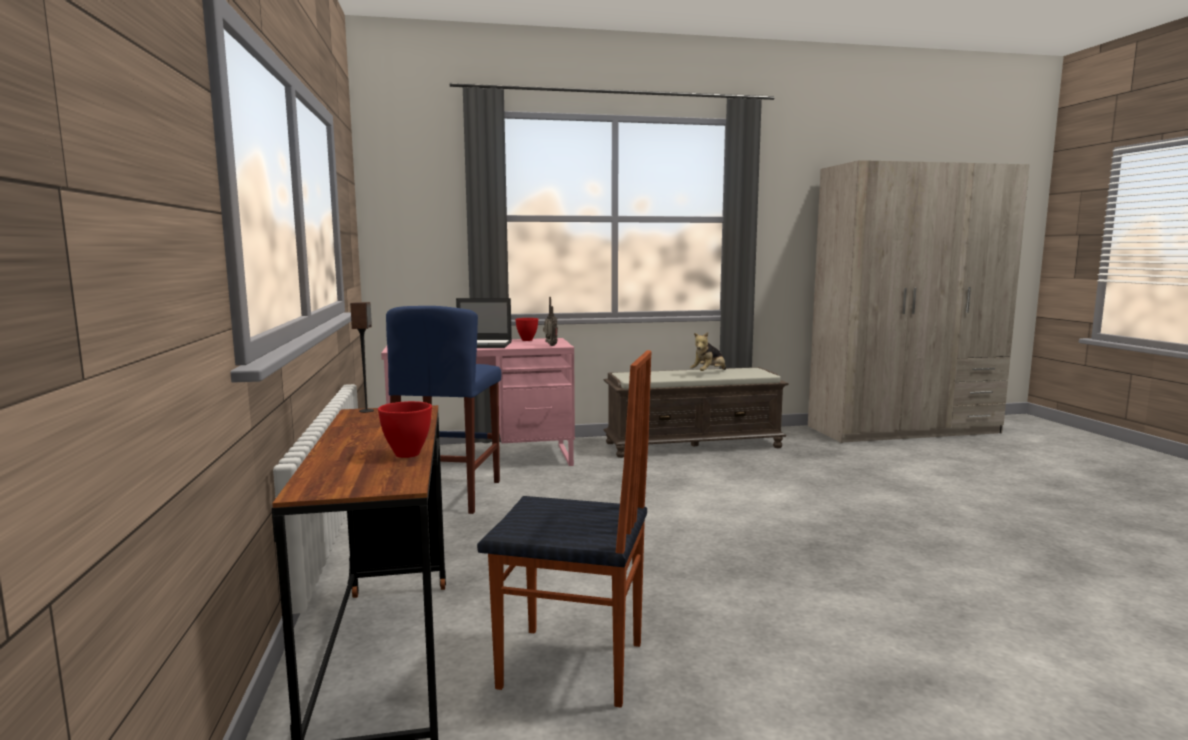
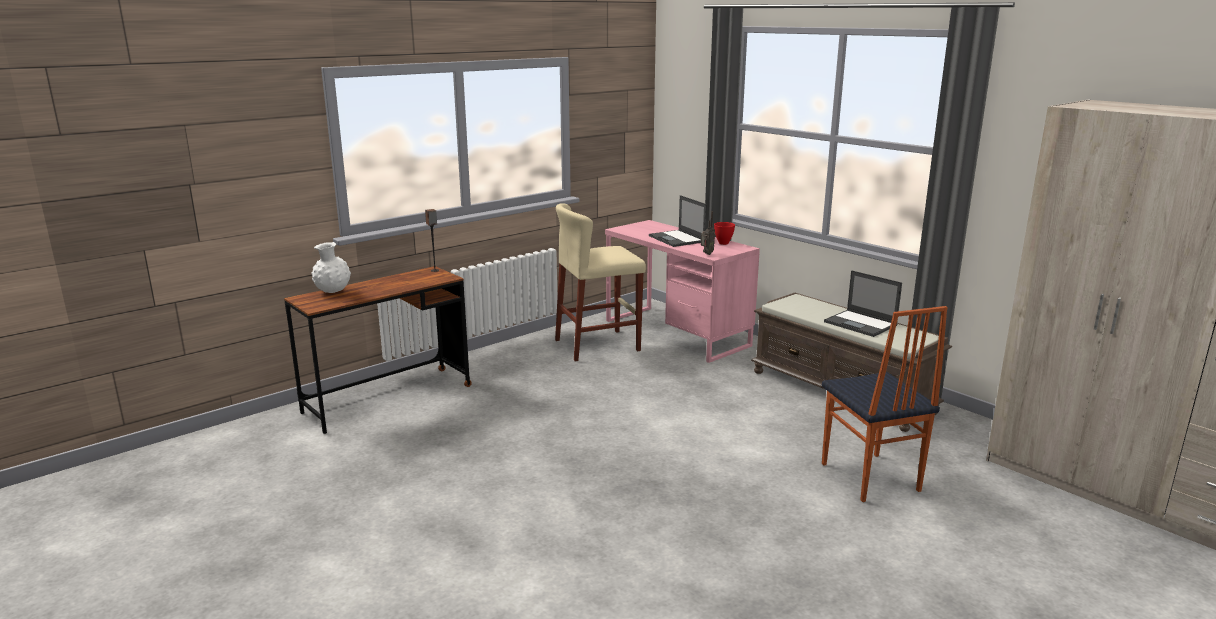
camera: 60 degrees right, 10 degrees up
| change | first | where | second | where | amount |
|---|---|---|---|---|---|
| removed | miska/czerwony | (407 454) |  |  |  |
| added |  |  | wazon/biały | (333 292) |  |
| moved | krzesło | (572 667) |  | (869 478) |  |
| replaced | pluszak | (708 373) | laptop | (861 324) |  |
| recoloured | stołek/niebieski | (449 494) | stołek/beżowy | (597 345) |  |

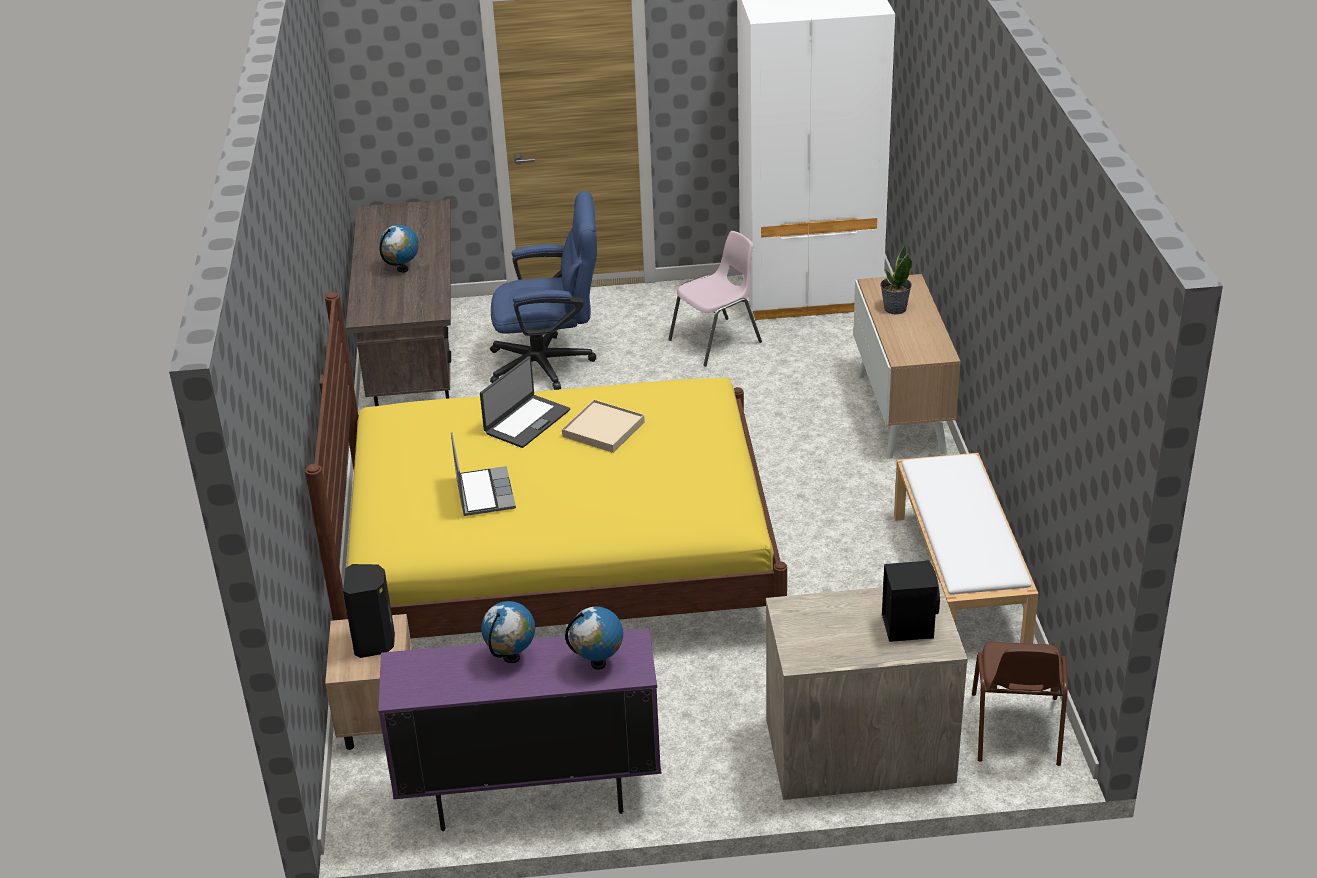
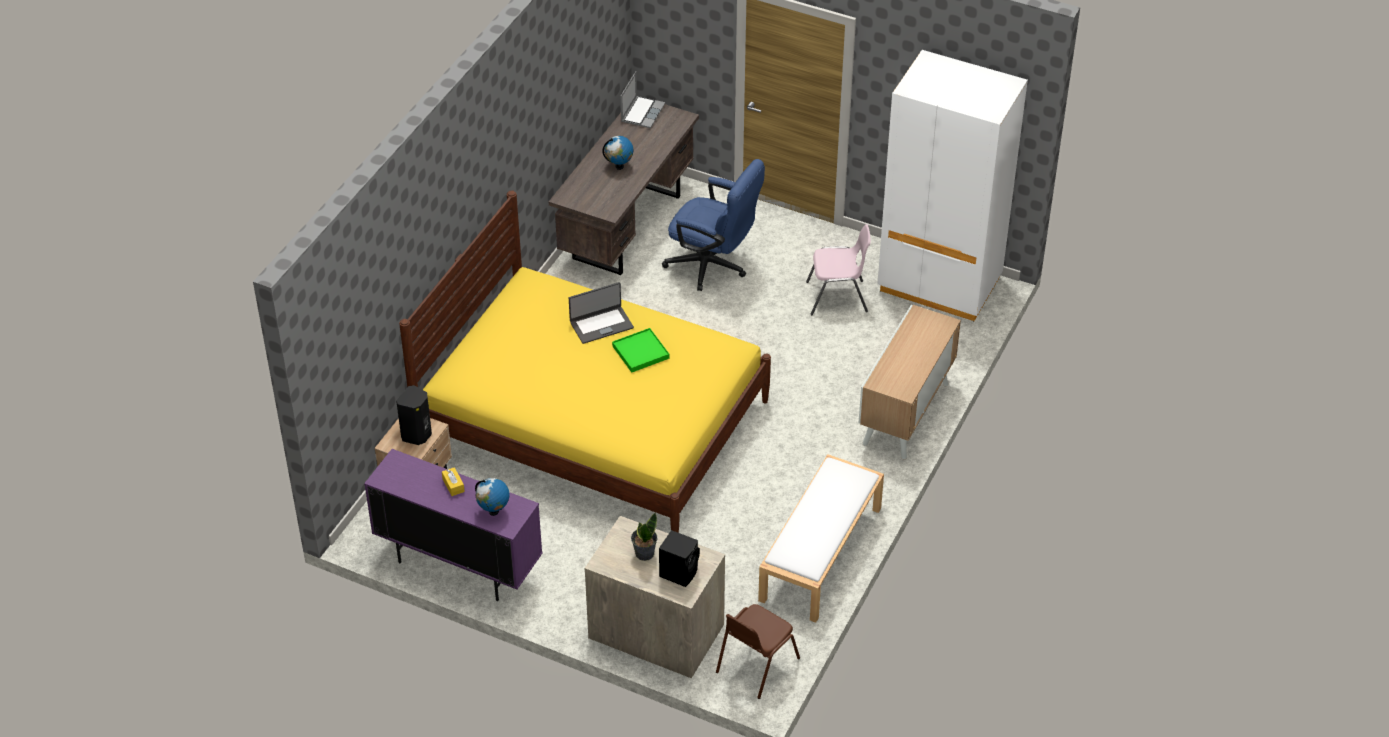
camera: 30 degrees right, 10 degrees up
| change | first | where | second | where | amount |
|---|---|---|---|---|---|
| moved | laptop | (483 493) |  | (642 113) |  |
| moved | roślina doniczkowa | (894 308) |  | (644 553) |  |
| replaced | globus | (511 658) | pudełko chusteczek/żółty | (453 485) |  |
| recoloured | taca/beżowy | (603 429) | taca/zielony | (640 352) |  |

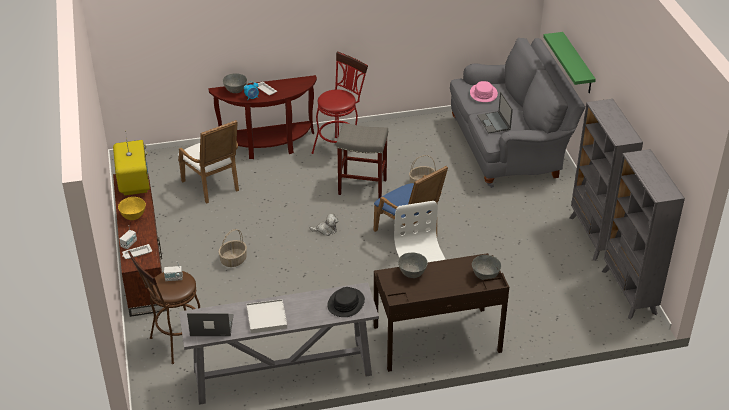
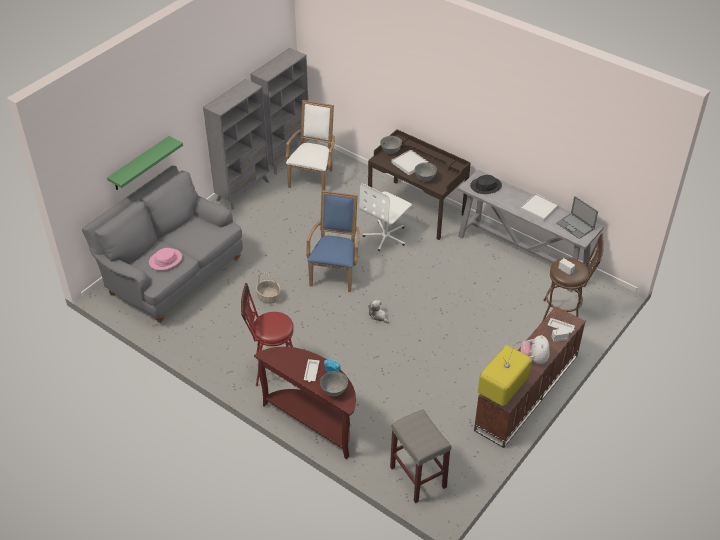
camera: 130 degrees left, 5 degrees up
| change | first | where | second | where | amount |
|---|---|---|---|---|---|
| removed | koszyk | (233 260) |  |  |  |
| removed | laptop | (494 122) |  |  |  |
| added |  |  | taca/biały | (409 163) |  |
| moved | fotel/biały | (213 187) |  | (313 177) |  |
| moved | stołek/szary | (363 187) |  | (417 477) |  |
| replaced | miska/żółty | (133 217) | pluszak | (534 359) |  |

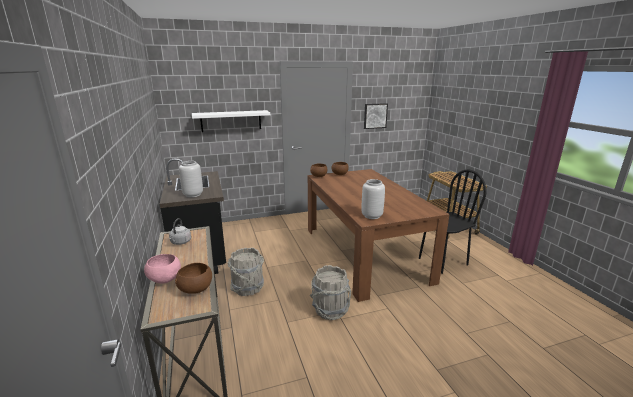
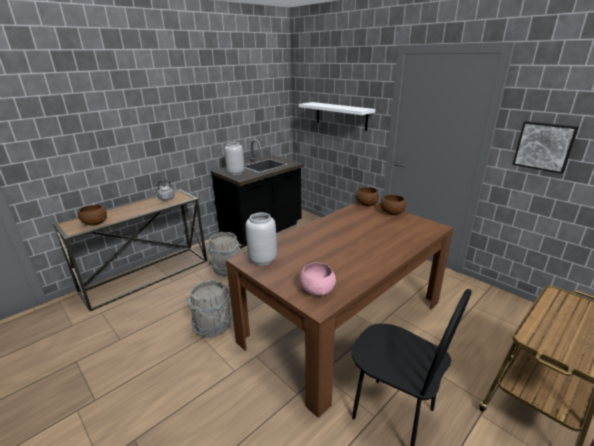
camera: 65 degrees right, 5 degrees up
| change | first | where | second | where | amount |
|---|---|---|---|---|---|
| moved | miska/różowy | (164 279) |  | (317 290) |  |

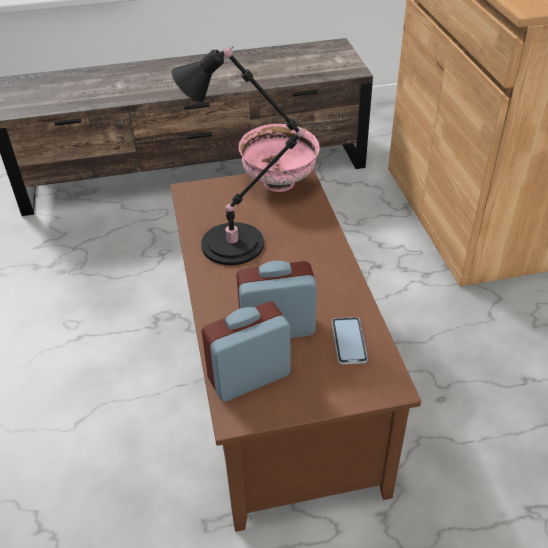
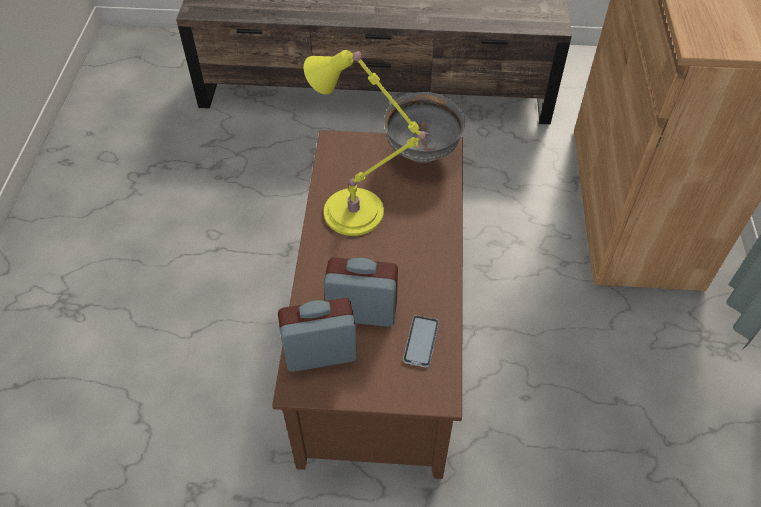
camera: 15 degrees right, 10 degrees up
| change | first | where | second | where | amount |
|---|---|---|---|---|---|
| recoloured | lampa stołowa/czarny | (238 244) | lampa stołowa/żółty | (359 213) |  |
| recoloured | miska/różowy | (280 184) | miska/szary | (423 153) |  |

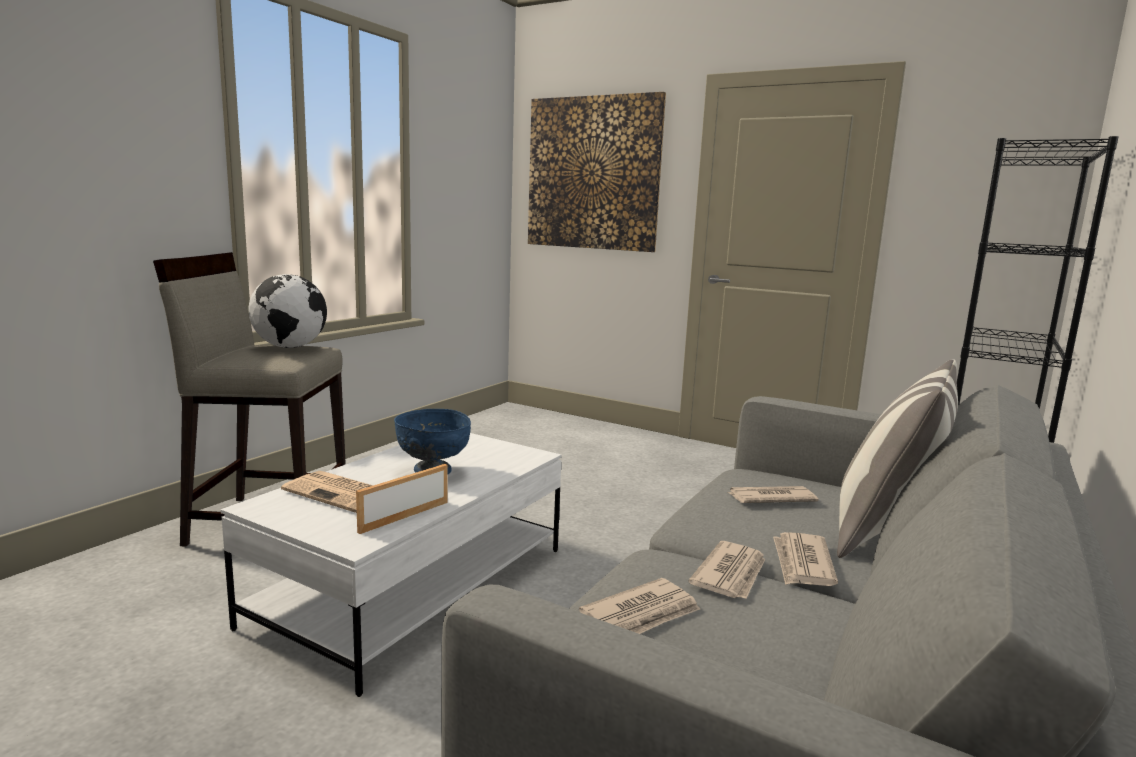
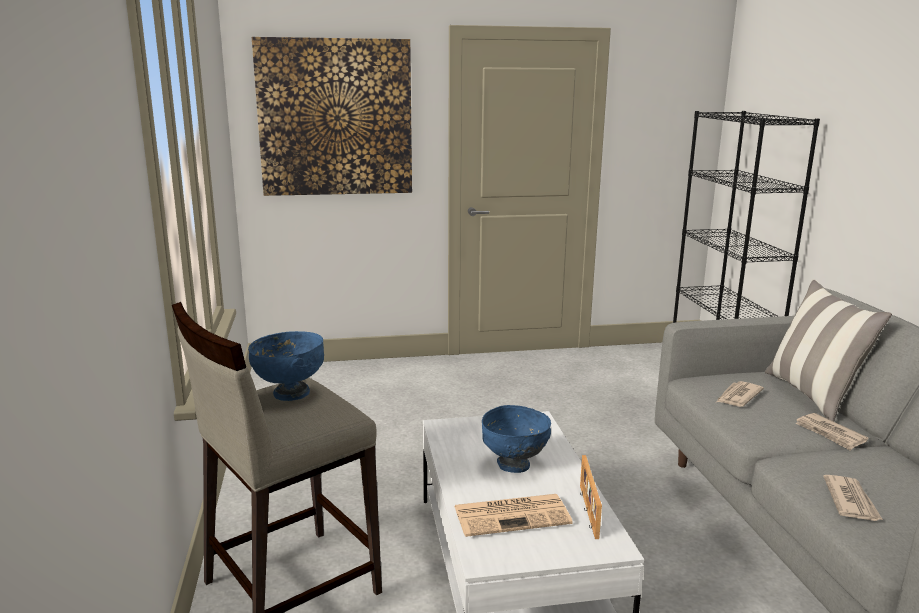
camera: 40 degrees left, 5 degrees up
| change | first | where | second | where | amount |
|---|---|---|---|---|---|
| removed | gazeta | (731 574) |  |  |  |
| replaced | globus | (290 347) | miska/niebieski | (290 393) |  |

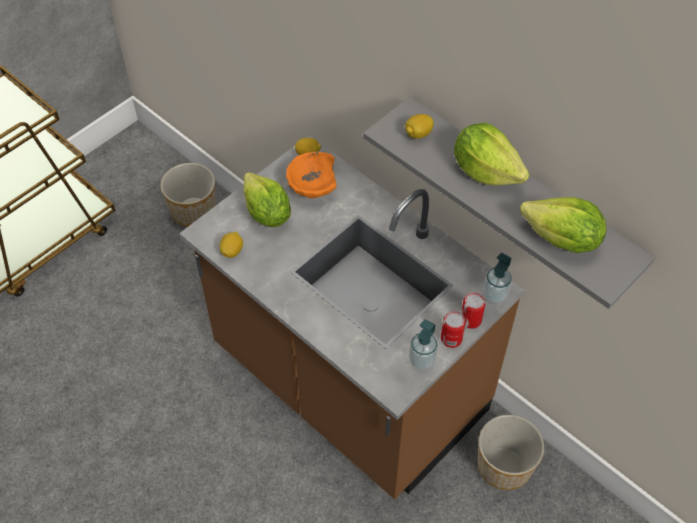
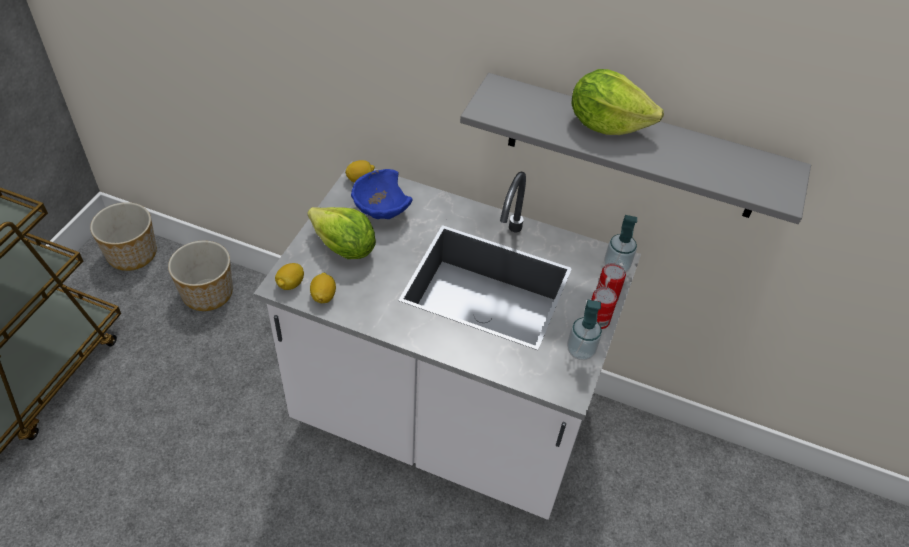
camera: 25 degrees left, 5 degrees down
| change | first | where | second | where | amount |
|---|---|---|---|---|---|
| removed | sałata | (562 240) |  |  |  |
| moved | cytryna | (418 134) |  | (290 284) |  |
| moved | donica | (505 465) |  | (133 253) |  |
| recoloured | zabudowa kuchenna/brązowy | (348 383) | zabudowa kuchenna/biały | (442 419) |  |
| recoloured | miska/pomarańczowy | (312 188) | miska/niebieski | (380 211) |  |

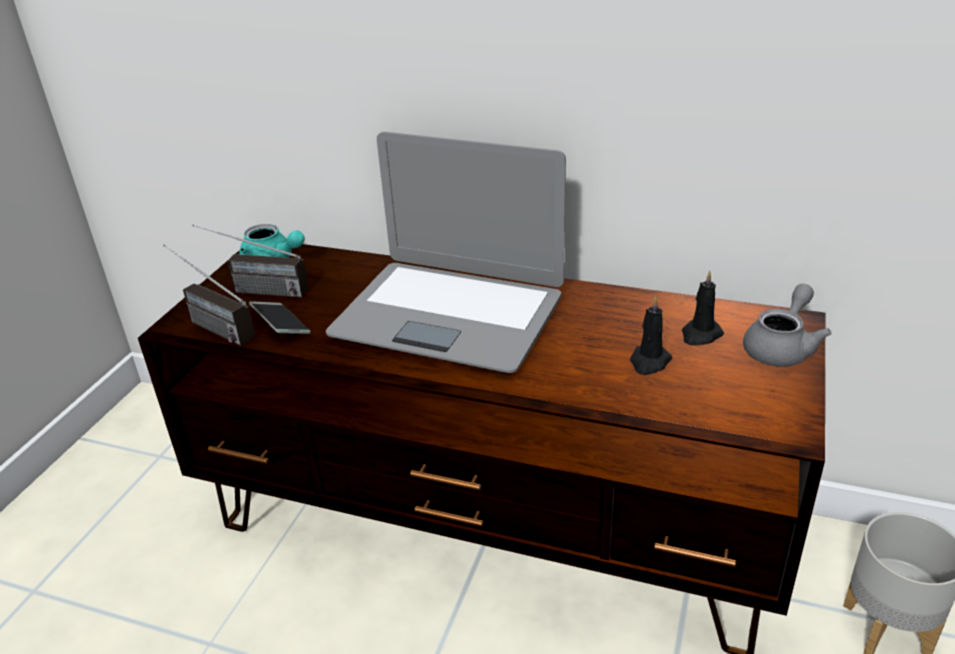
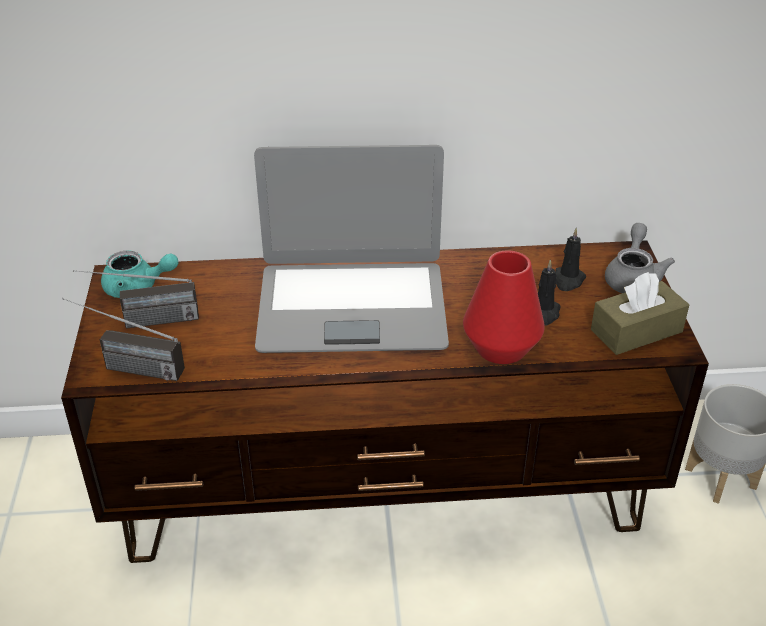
camera: 25 degrees left, 5 degrees up
| change | first | where | second | where | amount |
|---|---|---|---|---|---|
| removed | telefon | (280 324) |  |  |  |
| added |  |  | wazon/czerwony | (501 347) |  |
| added |  |  | pudełko chusteczek/brązowy | (636 331) |  |

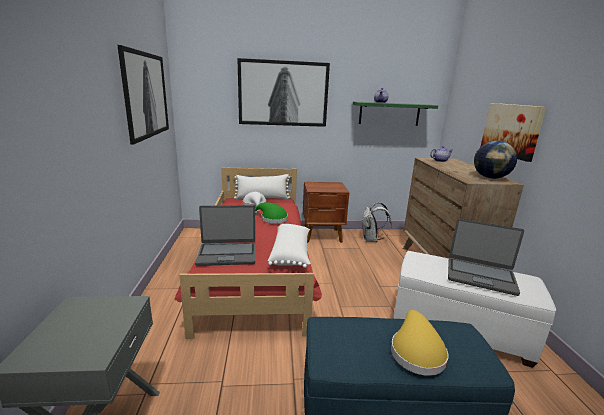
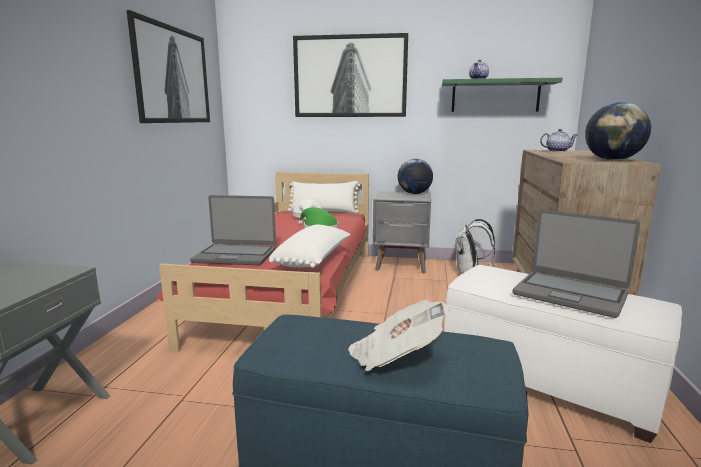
camera: 15 degrees right, 5 degrees down
| change | first | where | second | where | amount |
|---|---|---|---|---|---|
| removed | obraz | (511 130) |  |  |  |
| added |  |  | globus | (414 194) |  |
| replaced | kapelusz/żółty | (416 351) | gazeta | (395 356) |  |
| recoloured | szafka nocna/brązowy | (323 236) | szafka nocna/szary | (402 265) |  |

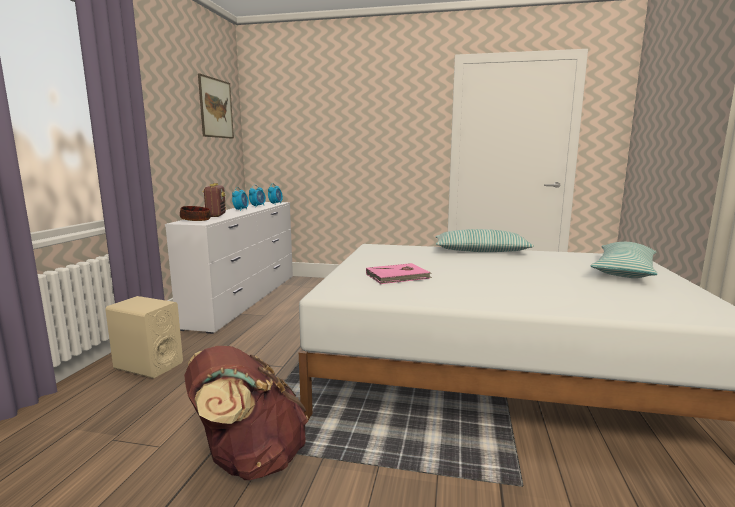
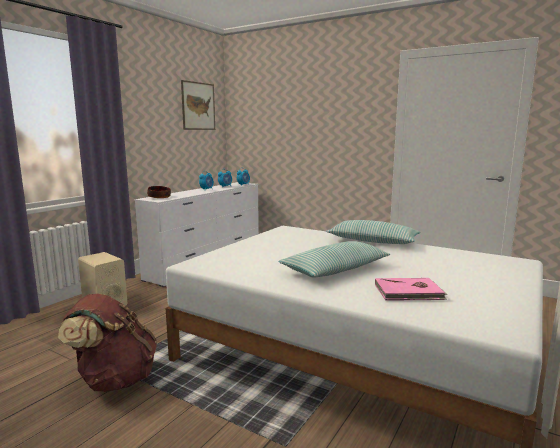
camera: 20 degrees right, 0 degrees up
| change | first | where | second | where | amount |
|---|---|---|---|---|---|
| removed | radio | (216 215) |  |  |  |
| moved | książka/różowy | (398 276) |  | (409 292) |  |
| moved | poduszka | (624 271) |  | (335 269) |  |

